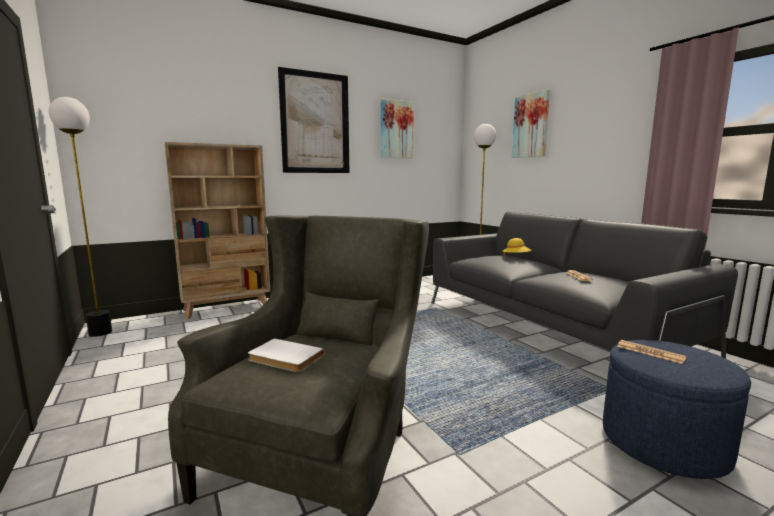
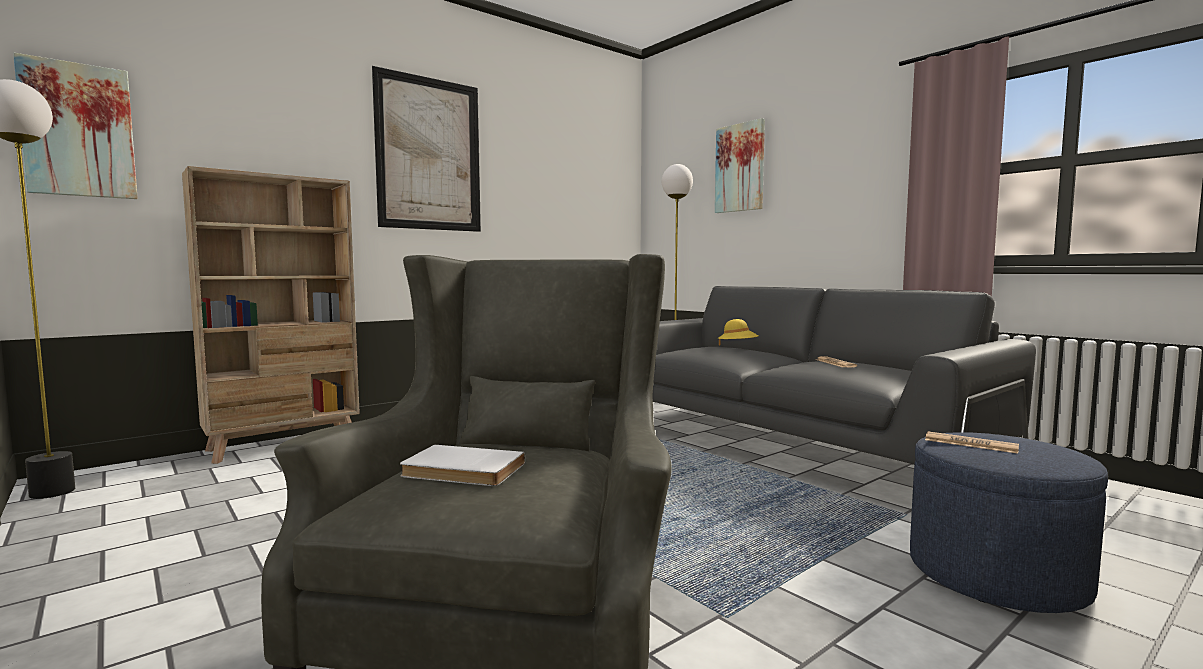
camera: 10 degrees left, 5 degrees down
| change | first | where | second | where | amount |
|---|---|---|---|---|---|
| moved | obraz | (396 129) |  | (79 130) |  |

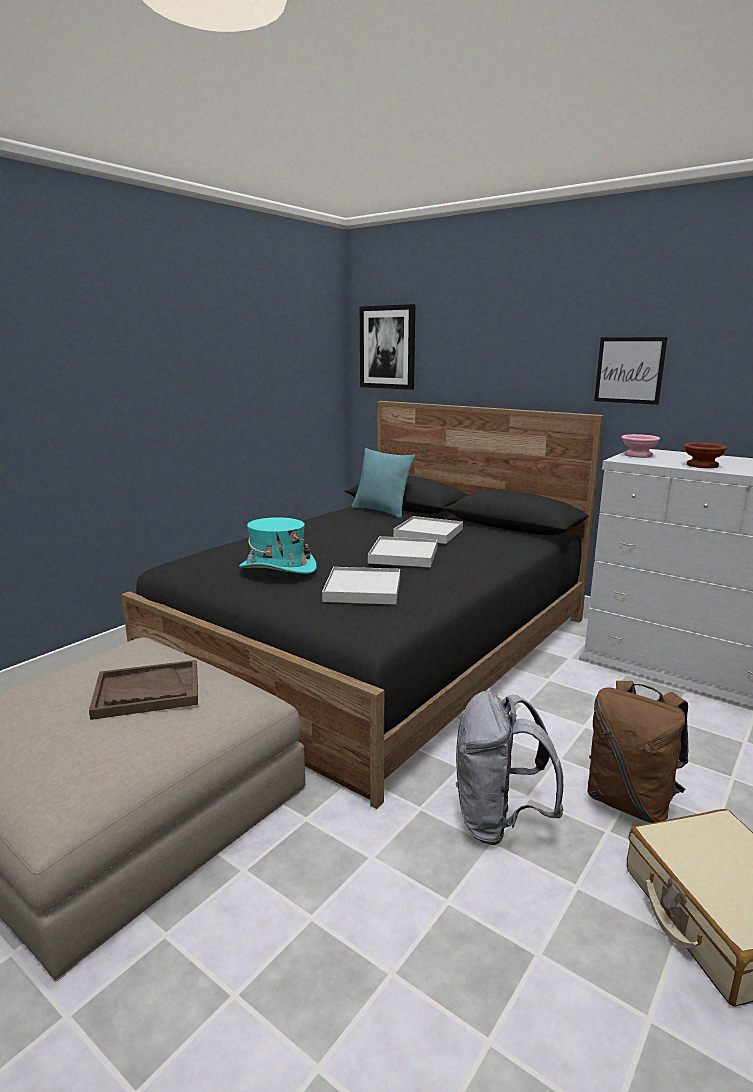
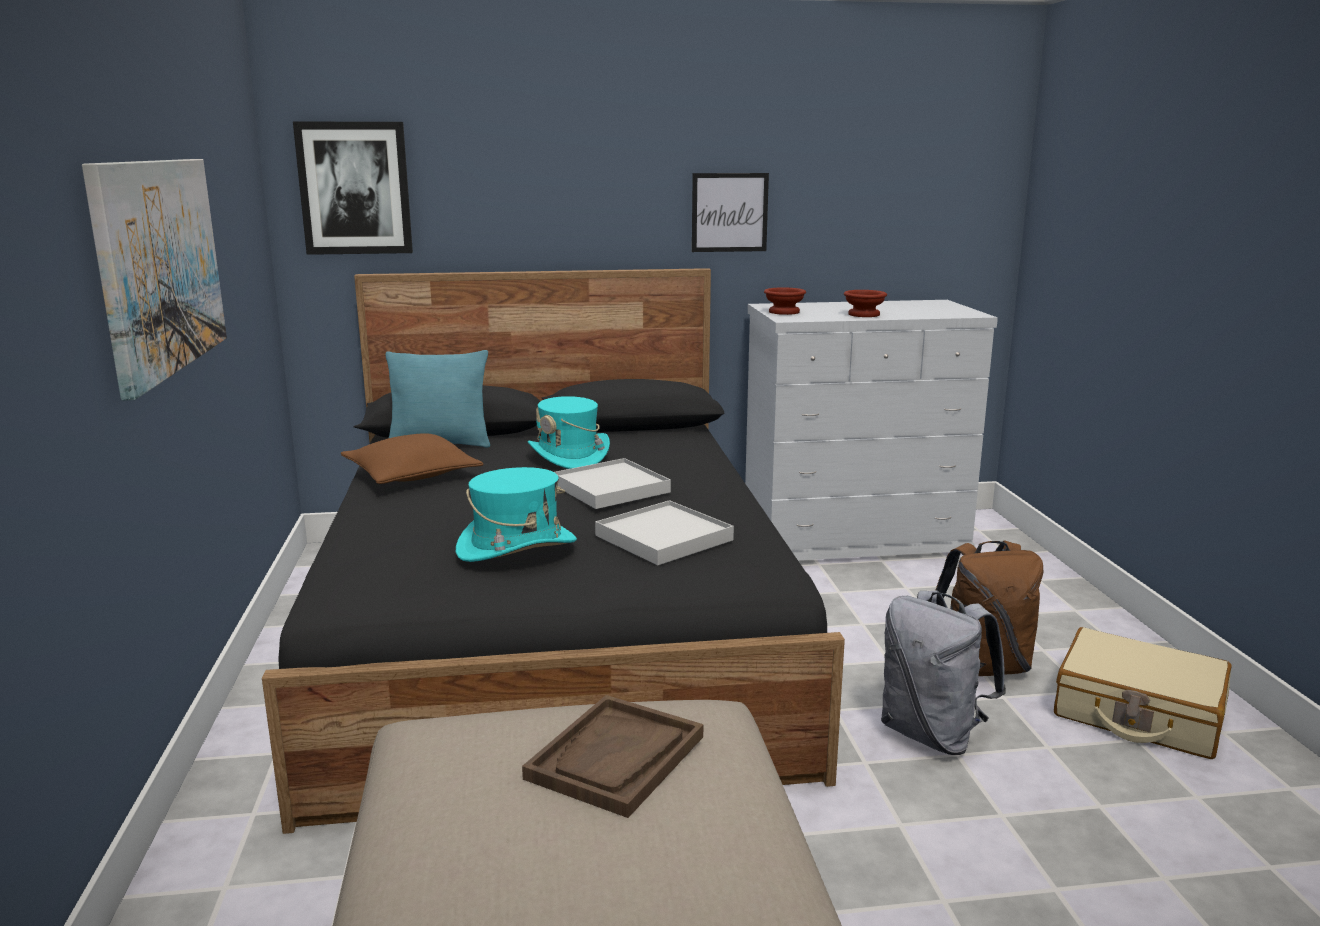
camera: 45 degrees left, 0 degrees up
| change | first | where | second | where | amount |
|---|---|---|---|---|---|
| added |  |  | obraz | (160 266) |  |
| added |  |  | poduszka/brązowy | (412 475) |  |
| replaced | taca/biały | (428 533) | kapelusz/turkusowy | (569 456) |  |
| recoloured | miska/różowy | (637 455) | miska/brązowy | (784 312) |  |

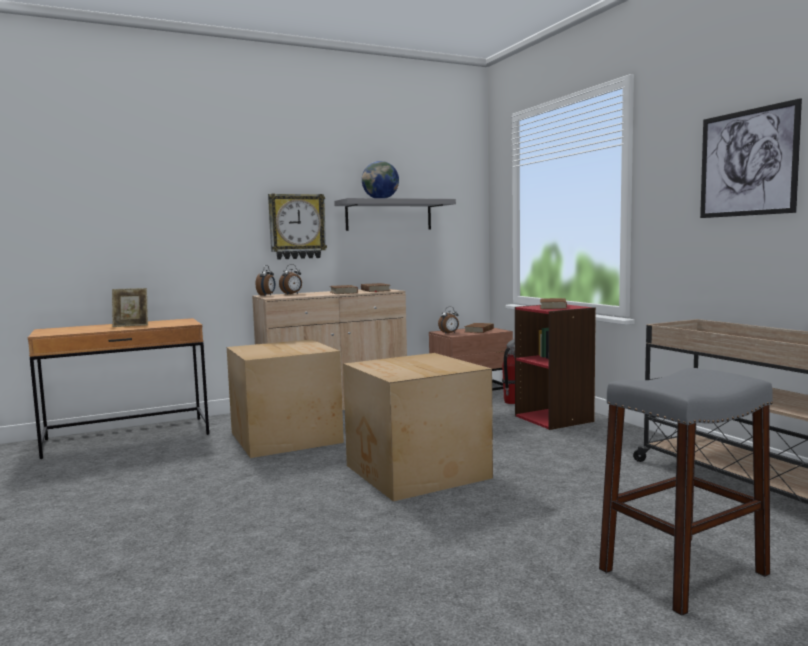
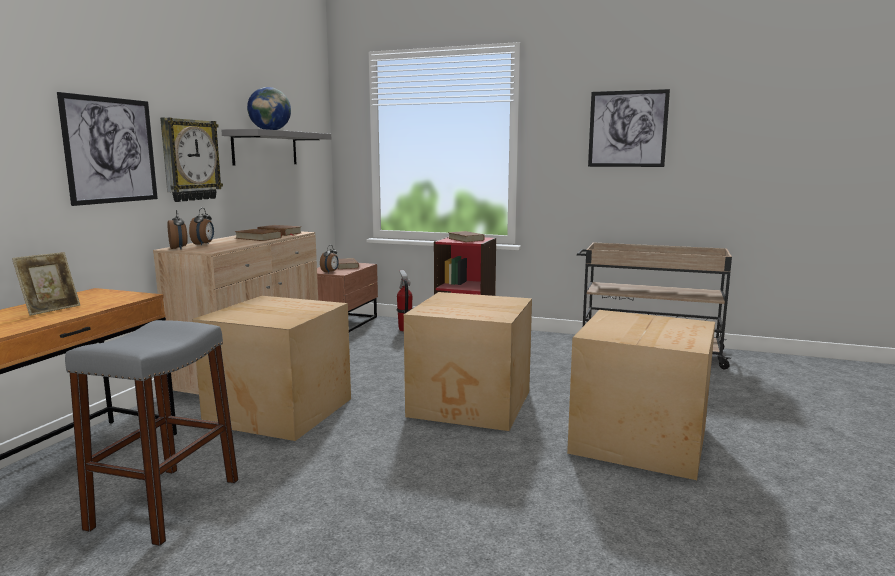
camera: 45 degrees left, 5 degrees up
| change | first | where | second | where | amount |
|---|---|---|---|---|---|
| added |  |  | obraz | (111 150) |  |
| added |  |  | karton | (641 440) |  |
| moved | stołek/szary | (682 572) |  | (165 504) |  |

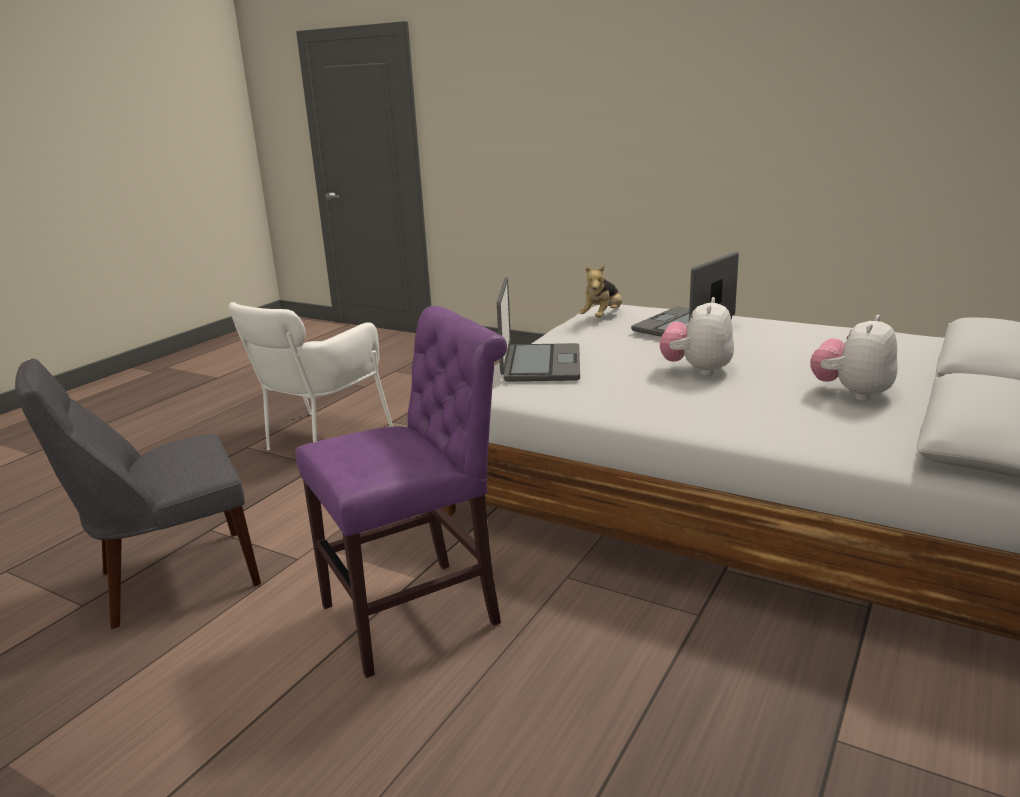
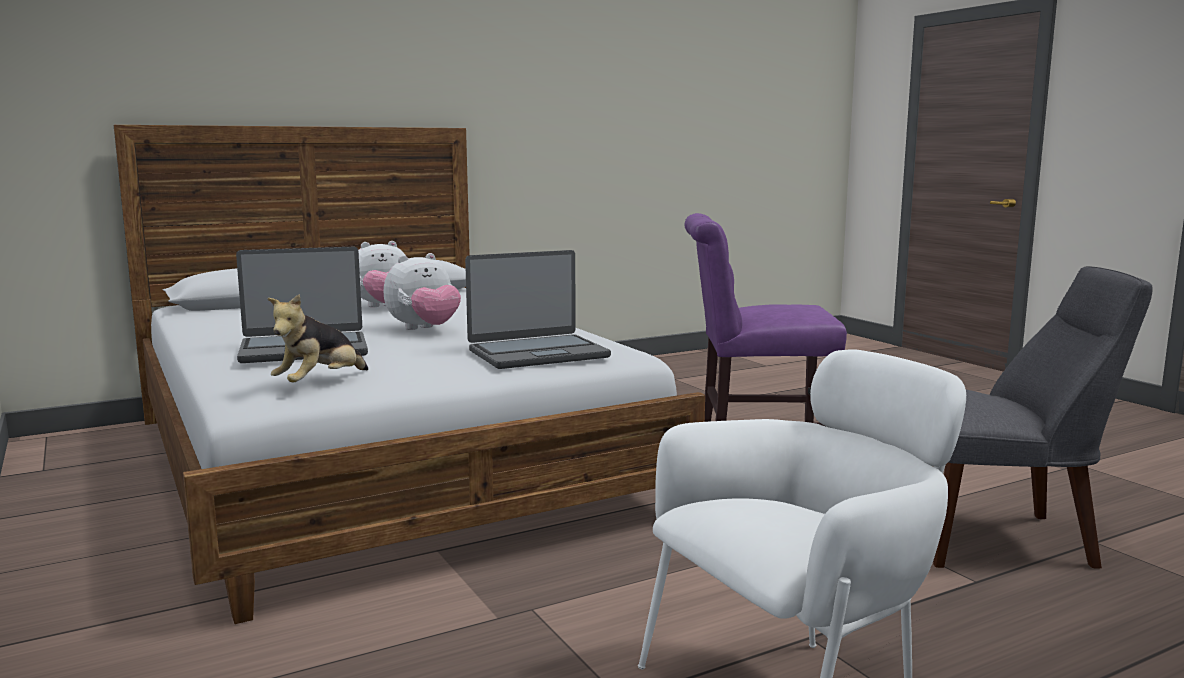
camera: 150 degrees left, 10 degrees down
| change | first | where | second | where | amount |
|---|---|---|---|---|---|
| turned | laptop | (540 364) |  | (537 353) | 150 degrees counterclockwise |
| turned | pluszak | (602 317) |  | (320 383) | 150 degrees clockwise |

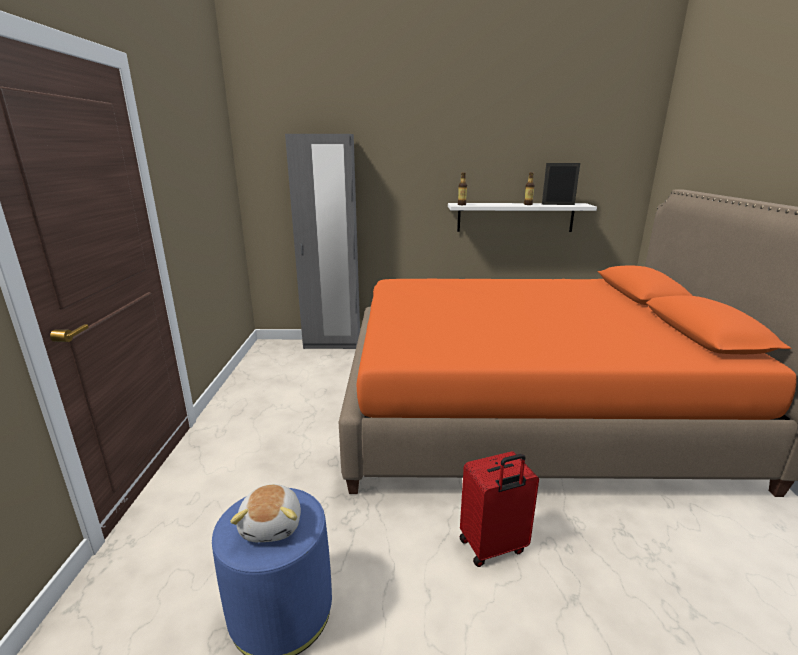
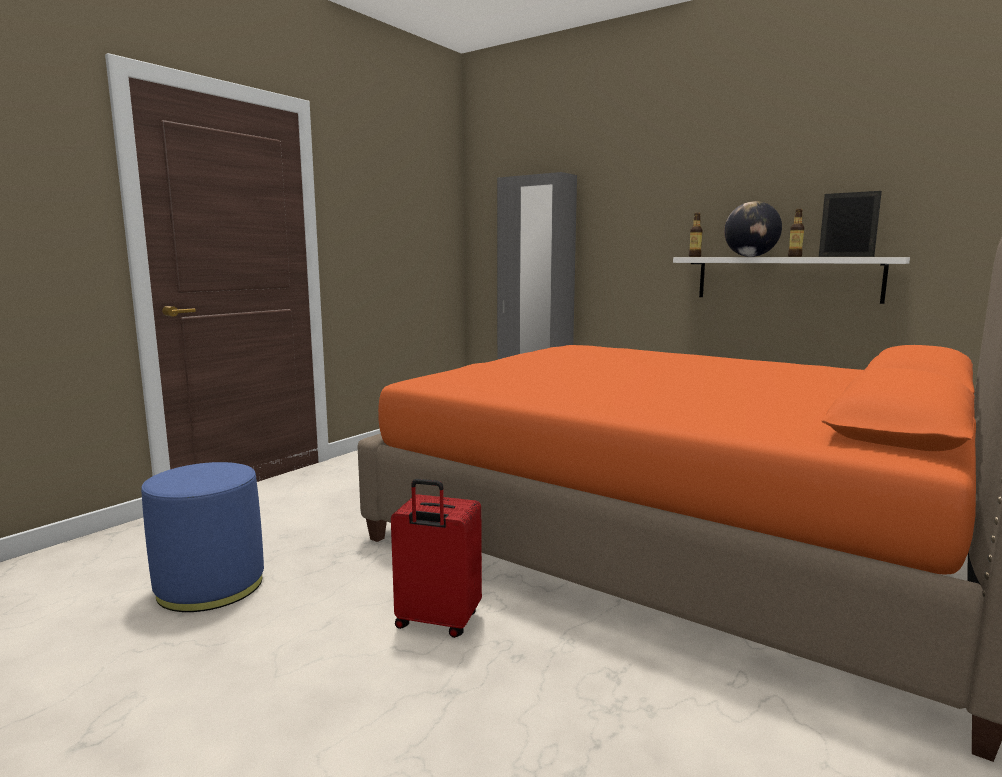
camera: 35 degrees right, 10 degrees down
| change | first | where | second | where | amount |
|---|---|---|---|---|---|
| removed | pluszak | (272 525) |  |  |  |
| added |  |  | globus | (750 256) |  |

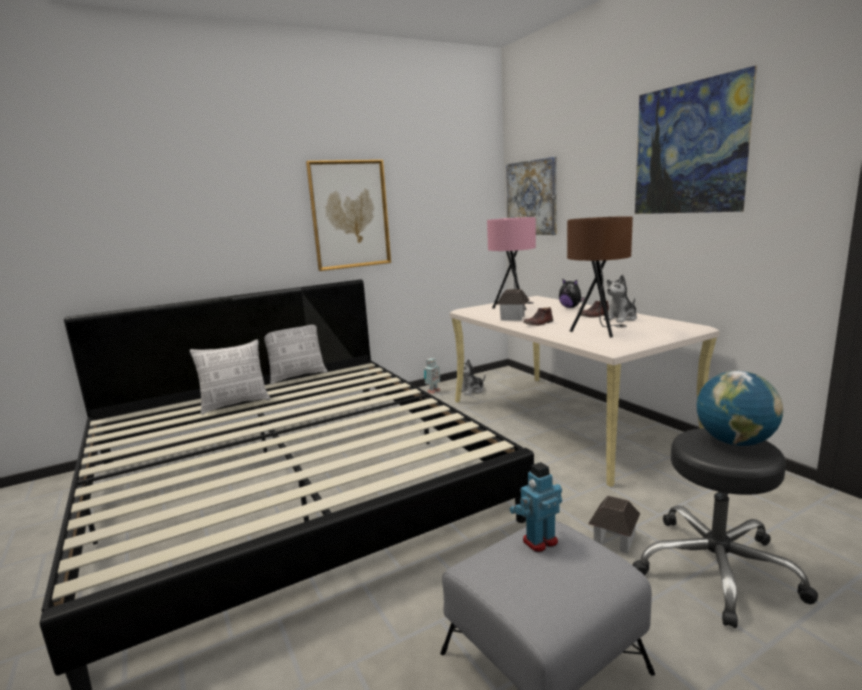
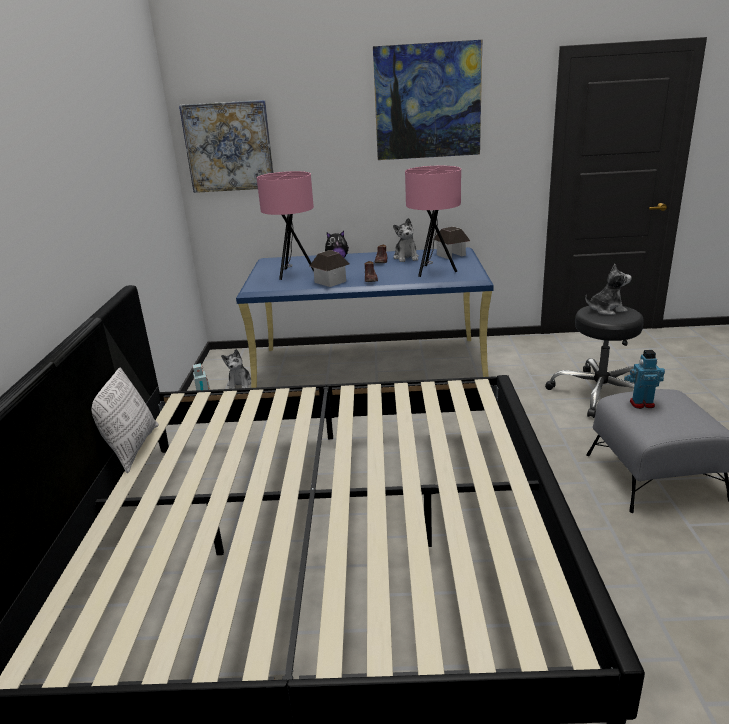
camera: 60 degrees left, 10 degrees up
| change | first | where | second | where | amount |
|---|---|---|---|---|---|
| removed | poduszka | (235 404) |  |  |  |
| removed | obraz | (350 215) |  |  |  |
| moved | domek | (614 539) |  | (451 255) |  |
| replaced | globus | (735 442) | pluszak | (606 310) |  |
| recoloured | biurko/beżowy | (566 421) | biurko/niebieski | (370 367) |  |
| recoloured | lampa stołowa/brązowy | (598 332) | lampa stołowa/różowy | (433 271) |  |
| turned | robot zabawkowy | (539 541) |  | (641 403) | 90 degrees clockwise |

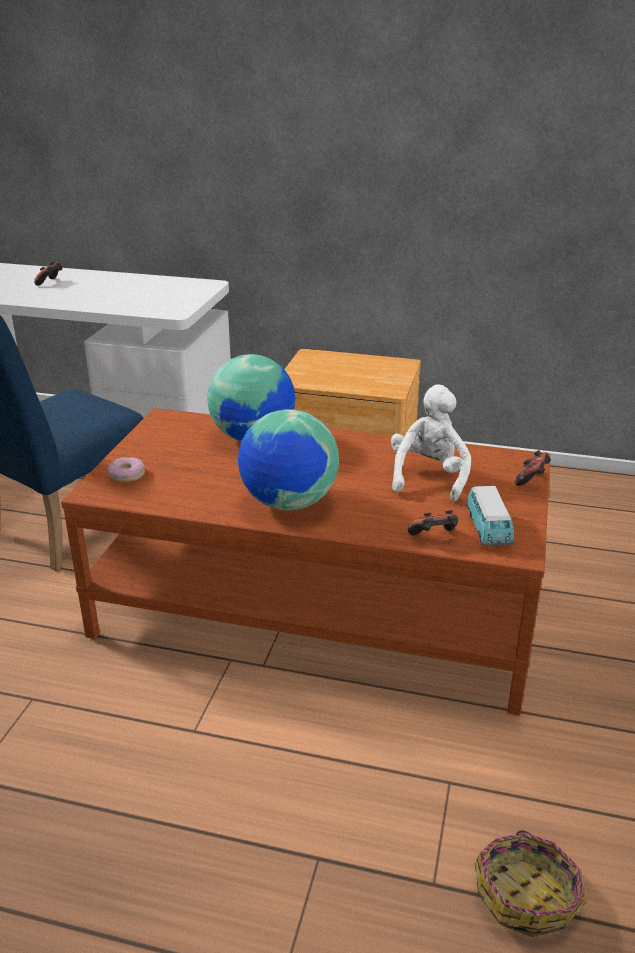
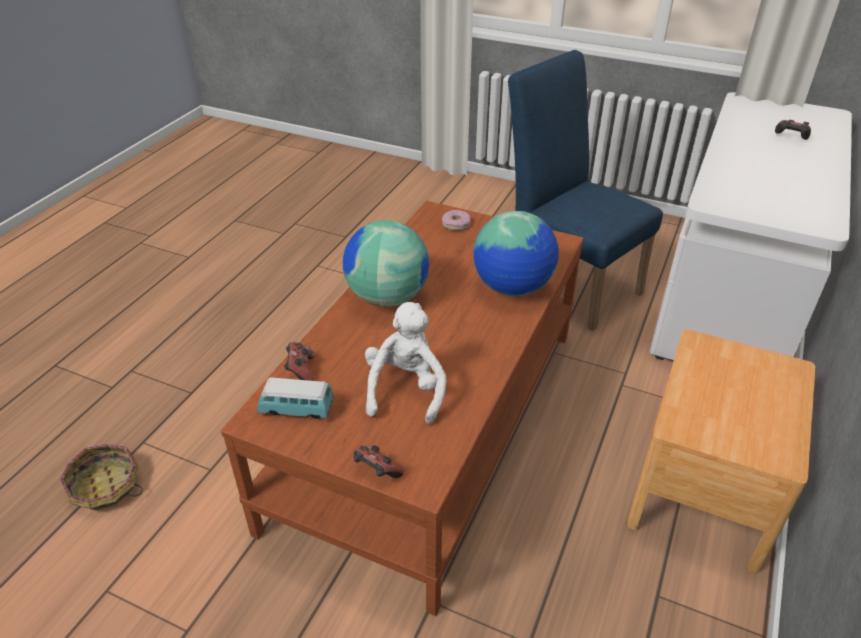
camera: 100 degrees right, 10 degrees up
| change | first | where | second | where | amount |
|---|---|---|---|---|---|
| turned | pluszak/biały | (428 477) |  | (406 389) | 105 degrees counterclockwise |

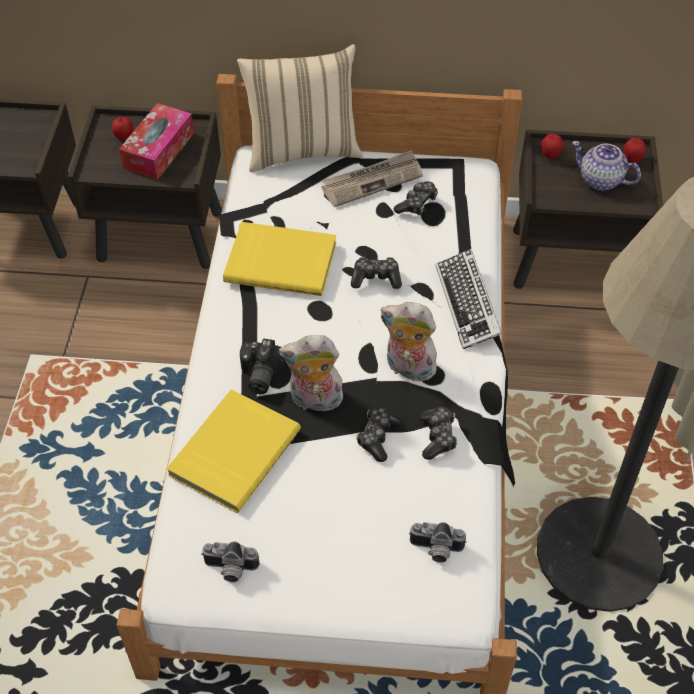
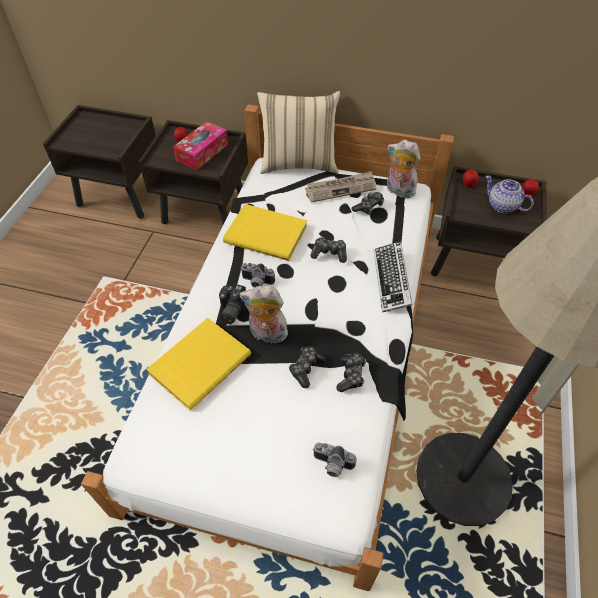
camera: 10 degrees right, 0 degrees up
| change | first | where | second | where | amount |
|---|---|---|---|---|---|
| moved | aparat fotograficzny | (230 570) |  | (256 282) |  |
| moved | pluszak | (408 369) |  | (398 191) |  |

